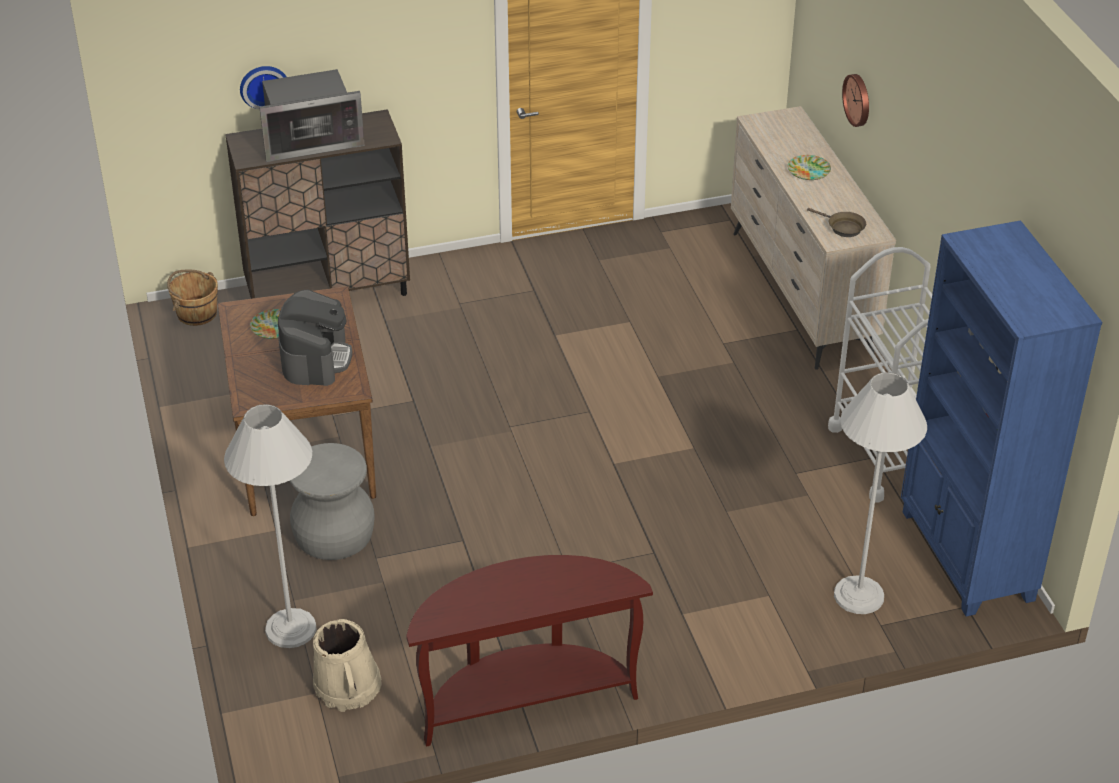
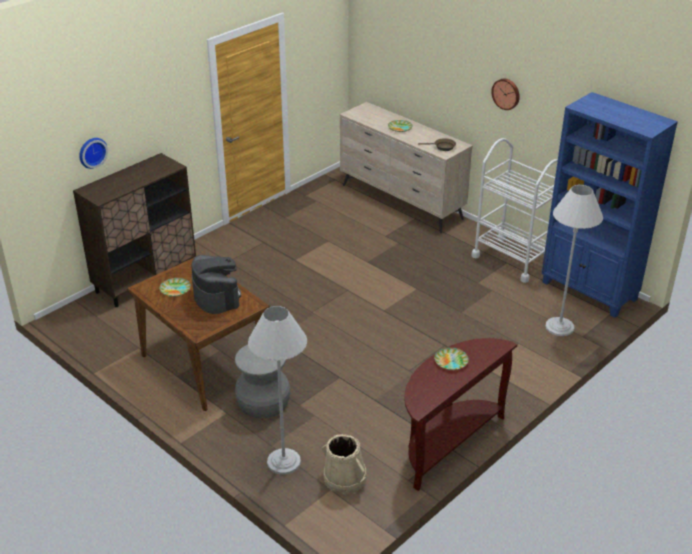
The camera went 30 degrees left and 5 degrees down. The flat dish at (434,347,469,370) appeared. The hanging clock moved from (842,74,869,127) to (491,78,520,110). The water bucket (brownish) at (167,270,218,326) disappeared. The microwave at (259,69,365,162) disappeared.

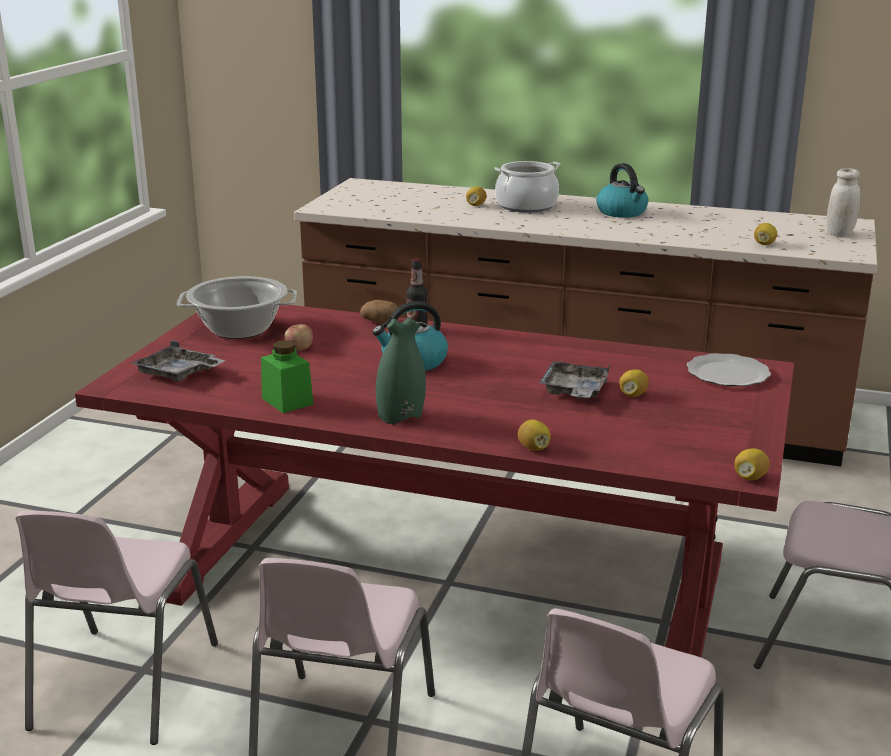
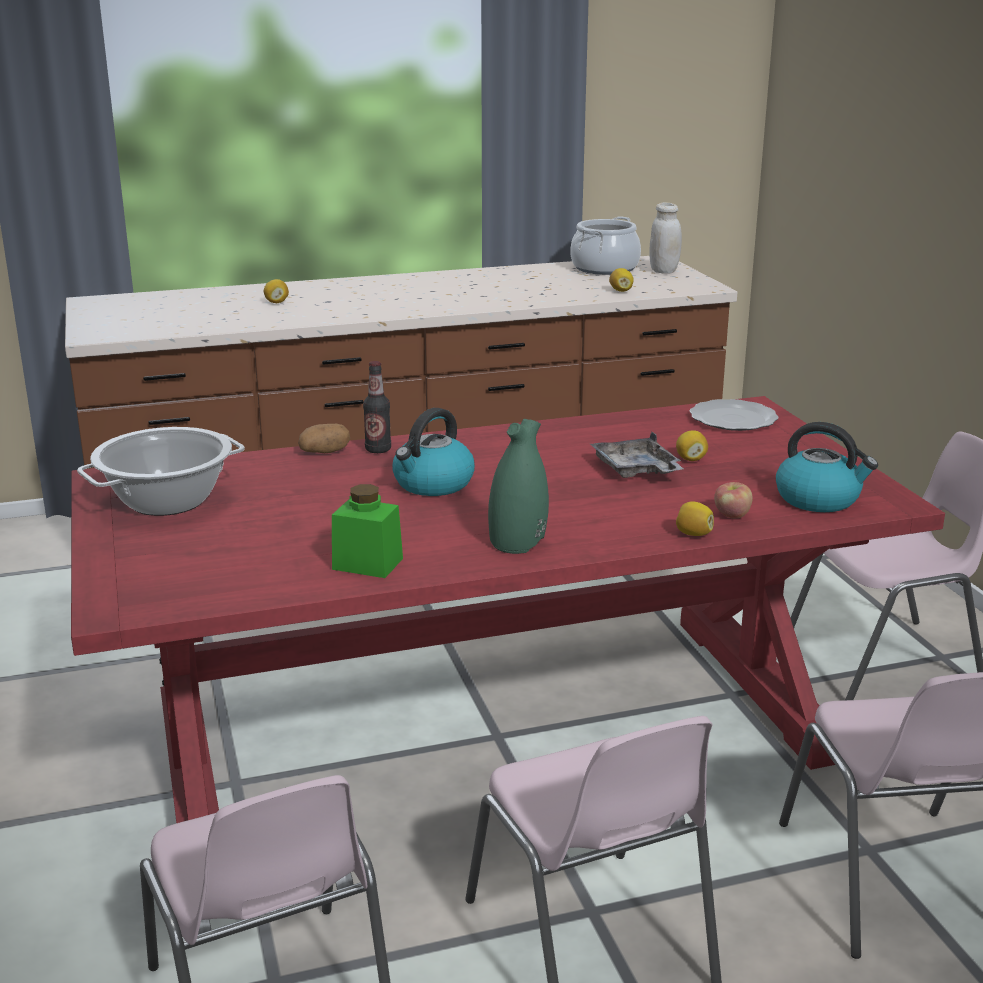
The camera went 35 degrees left and 0 degrees up. The saucepot moved from (494,161,561,213) to (570,217,641,275). The apple moved from (285,324,313,351) to (714,482,753,518). The tea kettle moved from (596,163,648,218) to (776,422,878,512). The serving tray (greyish) at (131,340,226,382) disappeared. The whole lemon at (734,448,770,480) disappeared.

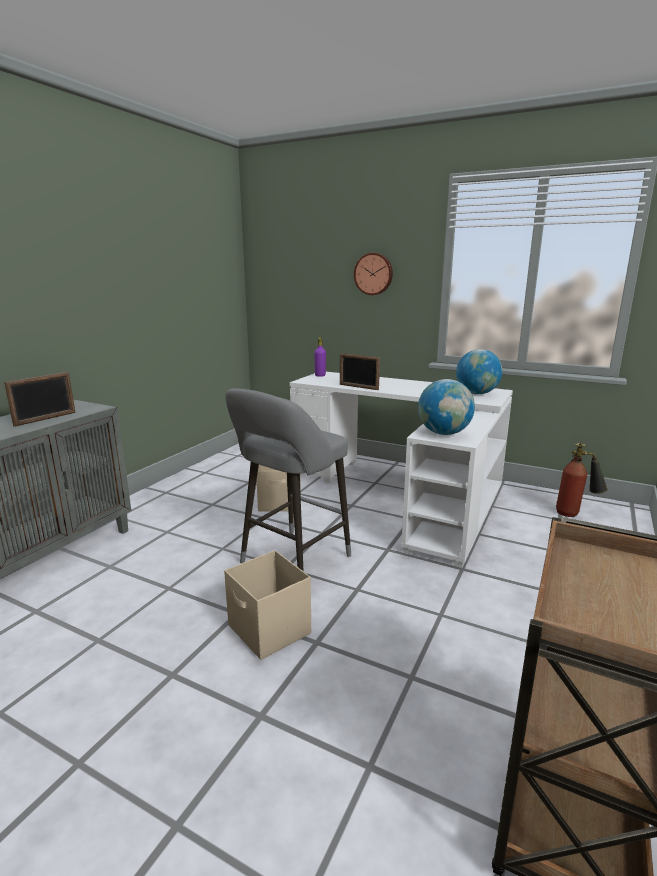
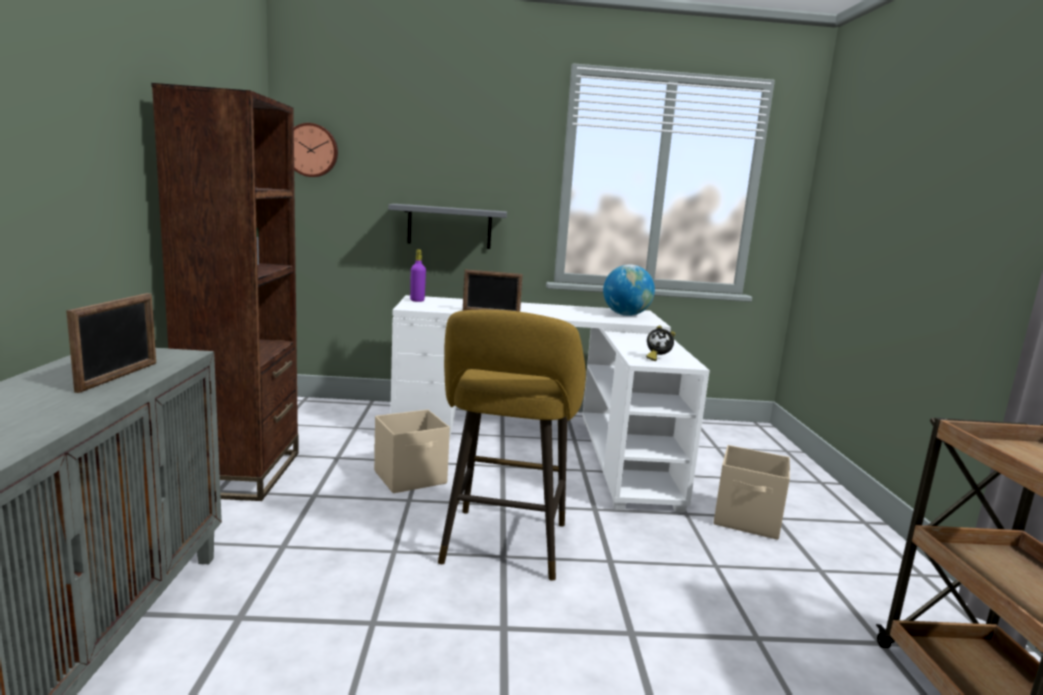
The camera went 30 degrees left and 5 degrees down. The shelving unit (brownish) at (151,83,299,501) appeared. The hanging clock moved from (354,253,393,295) to (294,123,338,177). The wall shelf (greyish) at (388,204,507,249) appeared. The stool seat (greyish) at (225,388,351,572) became the stool seat (yellow) at (438,310,586,581). The globe at (418,379,475,435) was replaced by the alarm clock at (646,325,675,361). The storage container (beige) moved from (224,550,311,660) to (714,445,790,540). The fire-fighting cylinder at (556,443,608,517) disappeared.

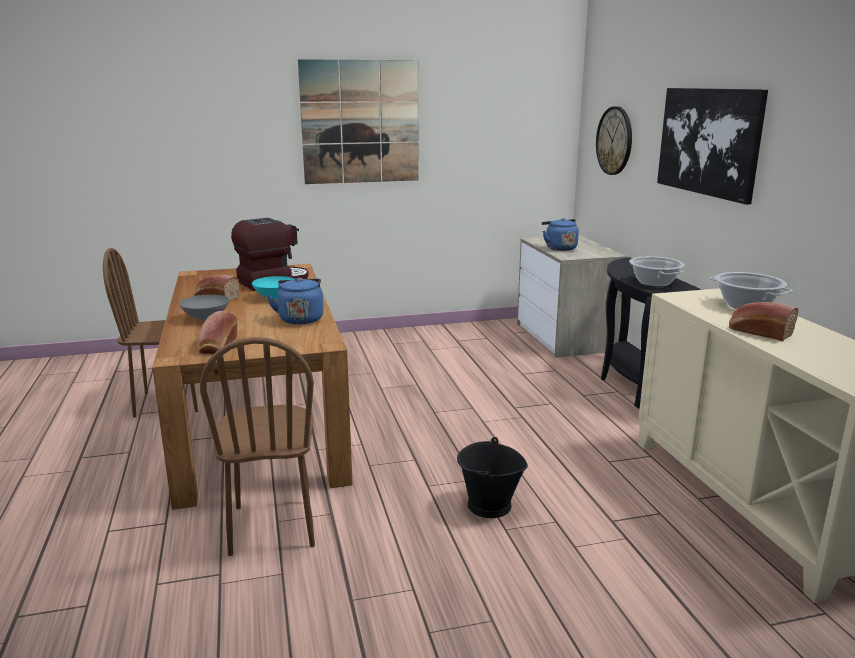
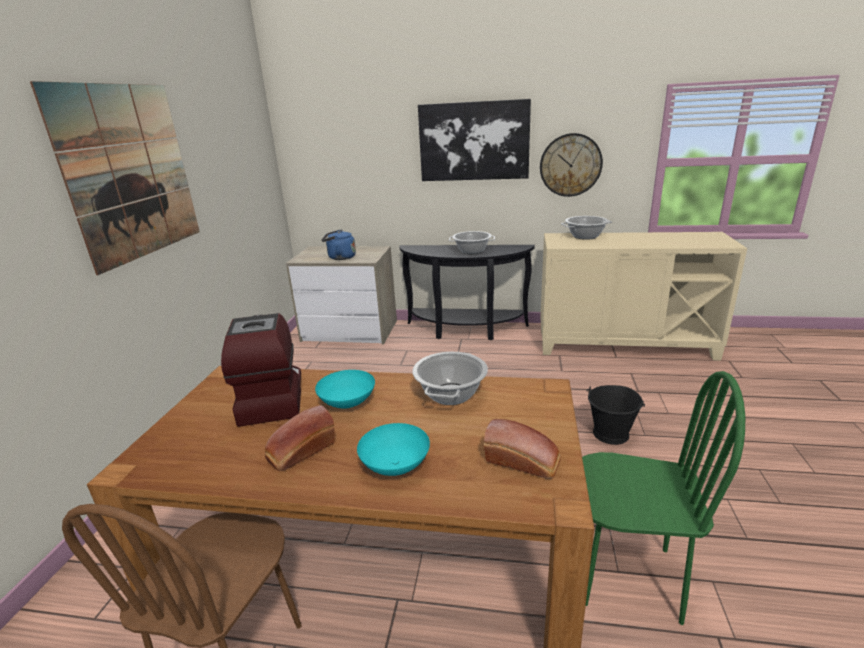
The camera went 65 degrees left and 5 degrees up. The deep dish (greyish) at (179,295,229,321) became the deep dish (blue-green) at (357,423,430,476). The tea kettle (blue-coloured) at (267,277,324,325) was replaced by the saucepot at (412,352,488,405). The hanging clock moved from (596,106,632,175) to (540,133,603,197). The plain chair (brownish) at (200,337,315,556) became the plain chair (greenish) at (582,371,745,625). The baked bread at (729,302,798,341) disappeared.

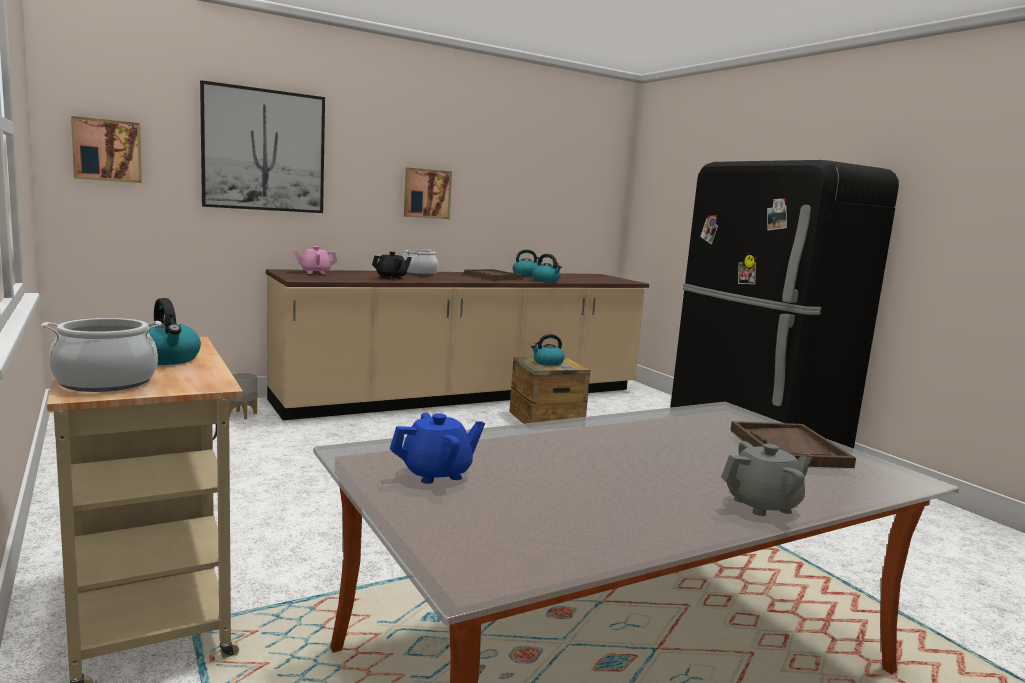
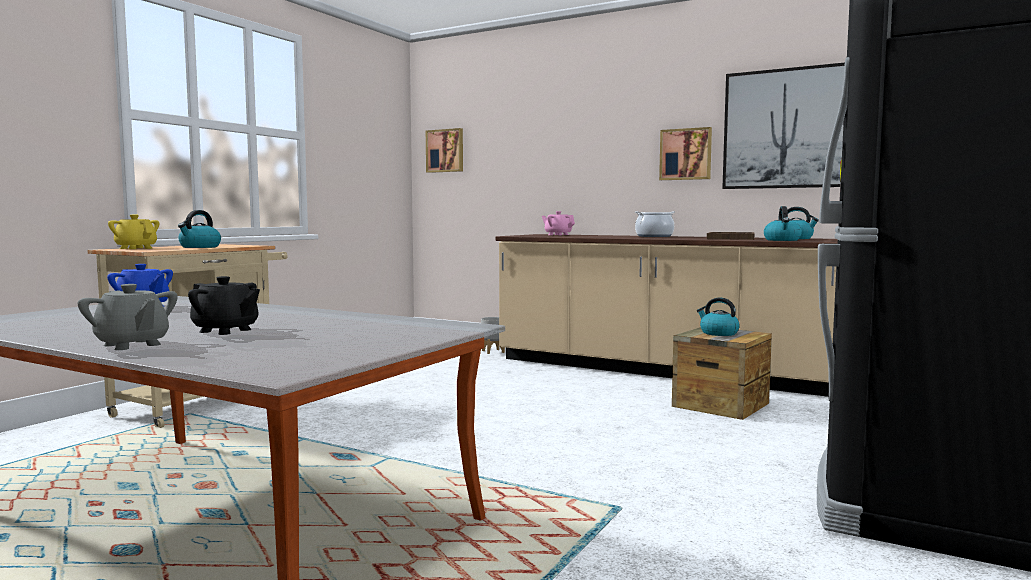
The camera went 60 degrees right and 5 degrees down. The saucepot at (41,318,162,392) was replaced by the tea pot (yellow) at (108,215,160,249). The tea pot (blackish) moved from (372,252,412,279) to (188,276,260,335). The wall art moved from (200,80,325,213) to (722,63,845,189). The serving tray (brownish) at (730,421,856,468) disappeared.

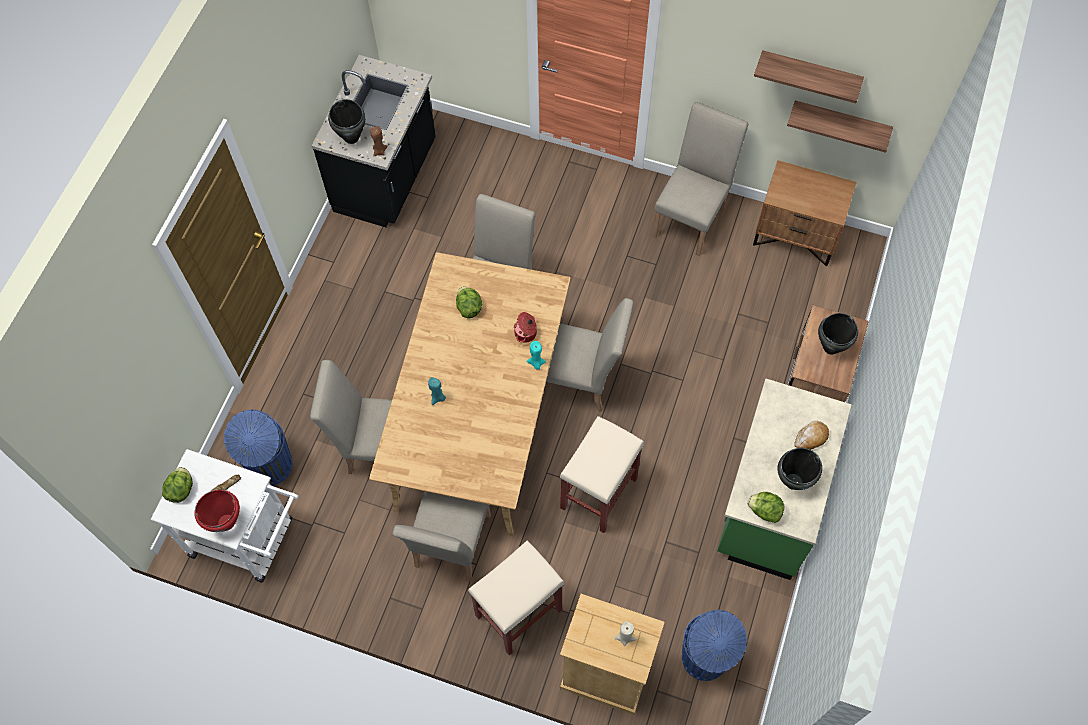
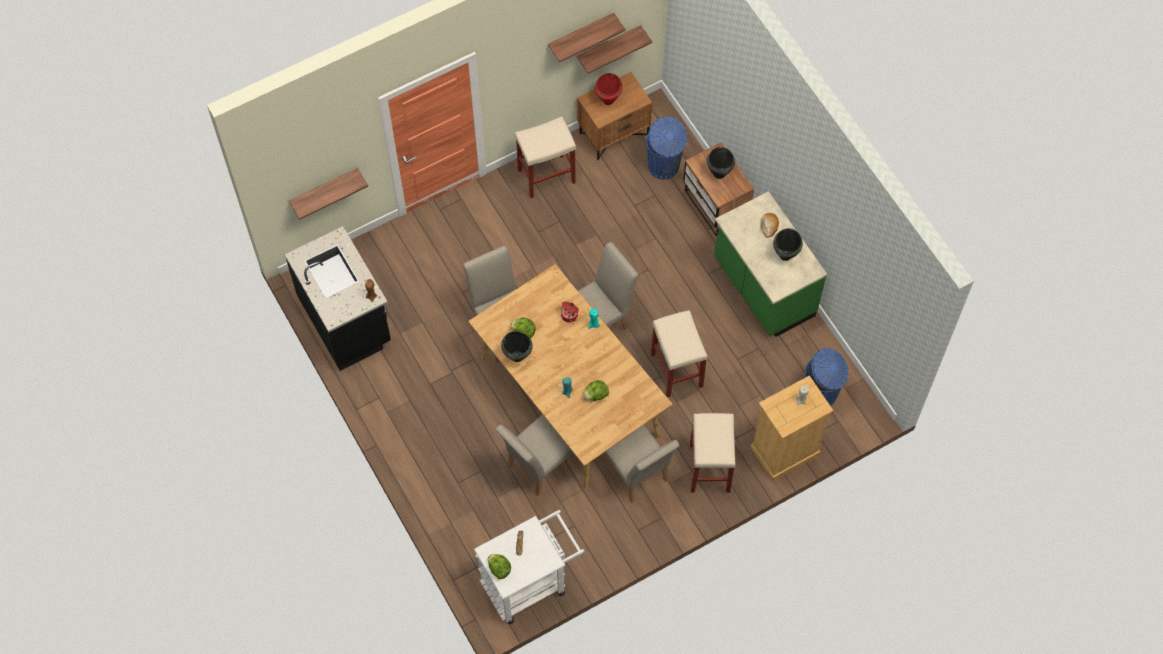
The camera went 50 degrees left and 0 degrees up. The wall shelf at (289,168,368,220) appeared. The saucepot (blackish) moved from (328,99,366,144) to (501,331,533,362). The plain chair (beige) at (653,102,748,256) was replaced by the stool seat (beige) at (515,117,576,198). The lettuce head moved from (747,492,784,523) to (583,380,609,401). The saucepot (red-coloured) moved from (194,490,240,532) to (595,73,622,105). The rubbish bin (blue-coloured) moved from (224,410,293,486) to (646,117,687,179).

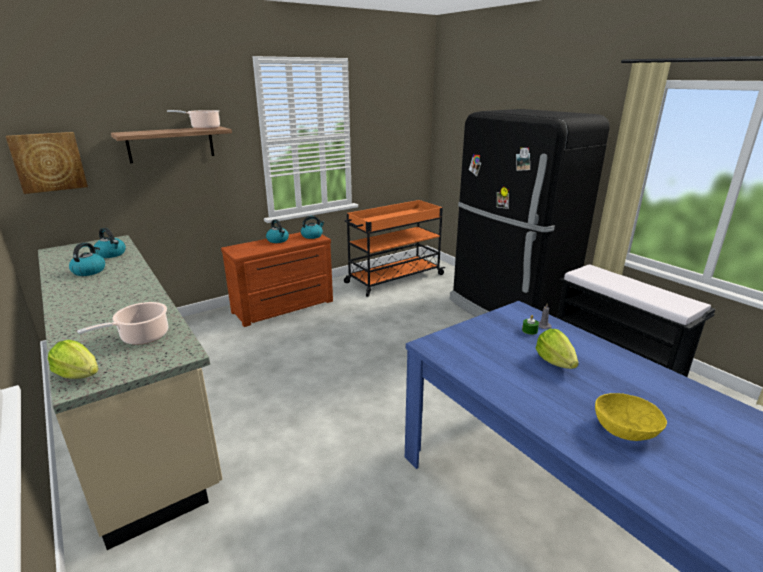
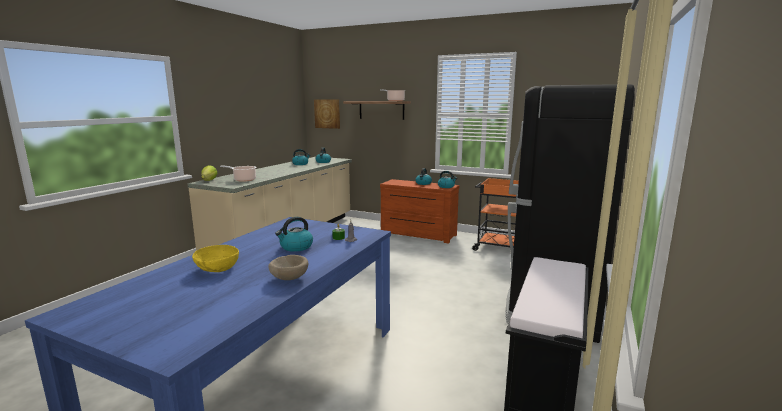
The camera went 60 degrees right and 10 degrees down. The deep dish (beige) at (268,255,308,280) appeared. The lettuce head at (535,328,579,369) was replaced by the tea kettle at (275,217,313,252).

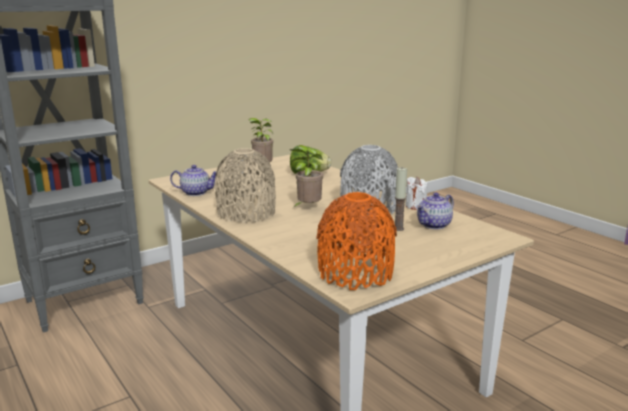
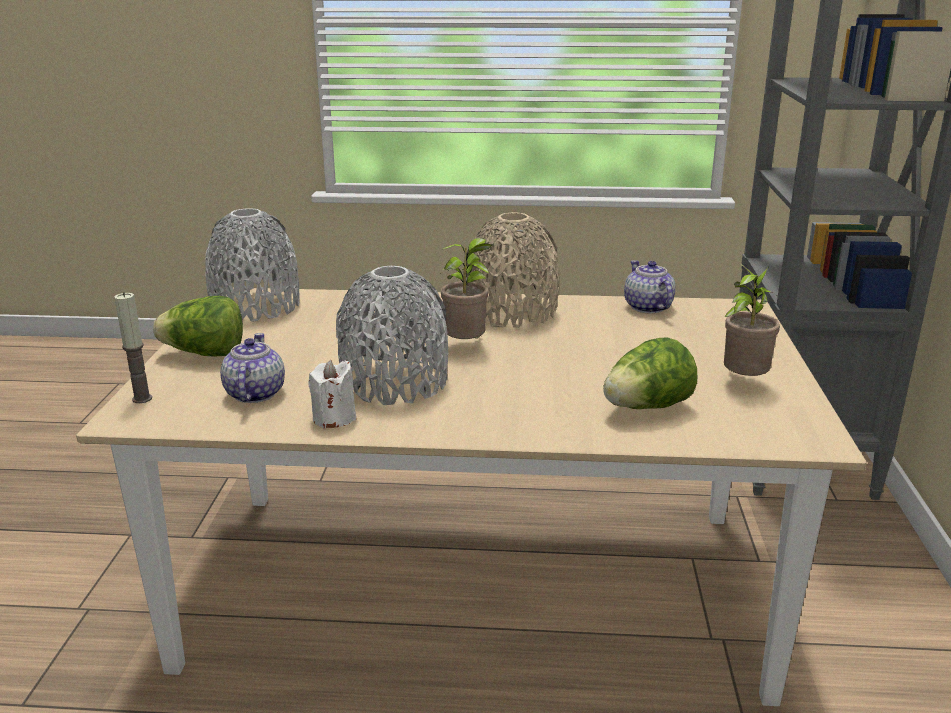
The camera went 130 degrees right and 5 degrees up. The wax light moved from (395,167,407,231) to (114,292,152,403). The lettuce head at (153,296,243,357) appeared. The vase (orange-coloured) at (316,192,397,290) became the vase (greyish) at (205,208,300,322). The tea pot at (170,165,216,196) turned 120 degrees clockwise.

